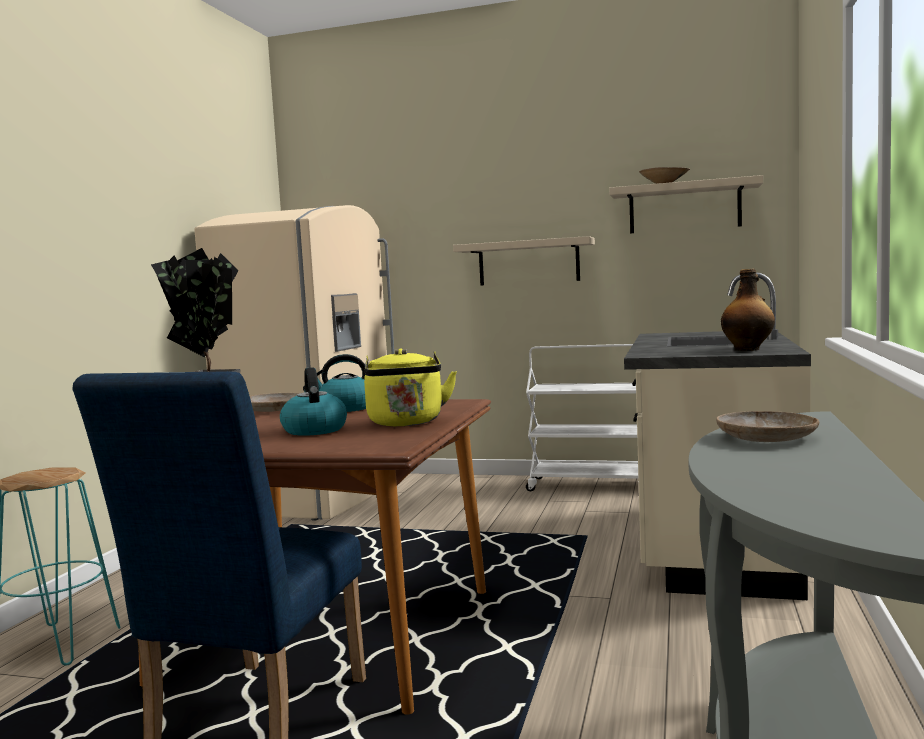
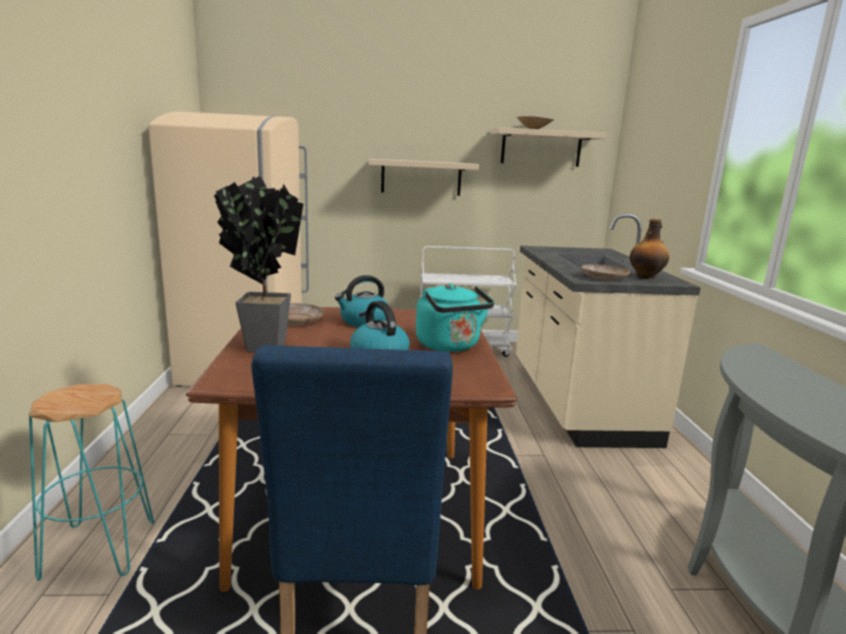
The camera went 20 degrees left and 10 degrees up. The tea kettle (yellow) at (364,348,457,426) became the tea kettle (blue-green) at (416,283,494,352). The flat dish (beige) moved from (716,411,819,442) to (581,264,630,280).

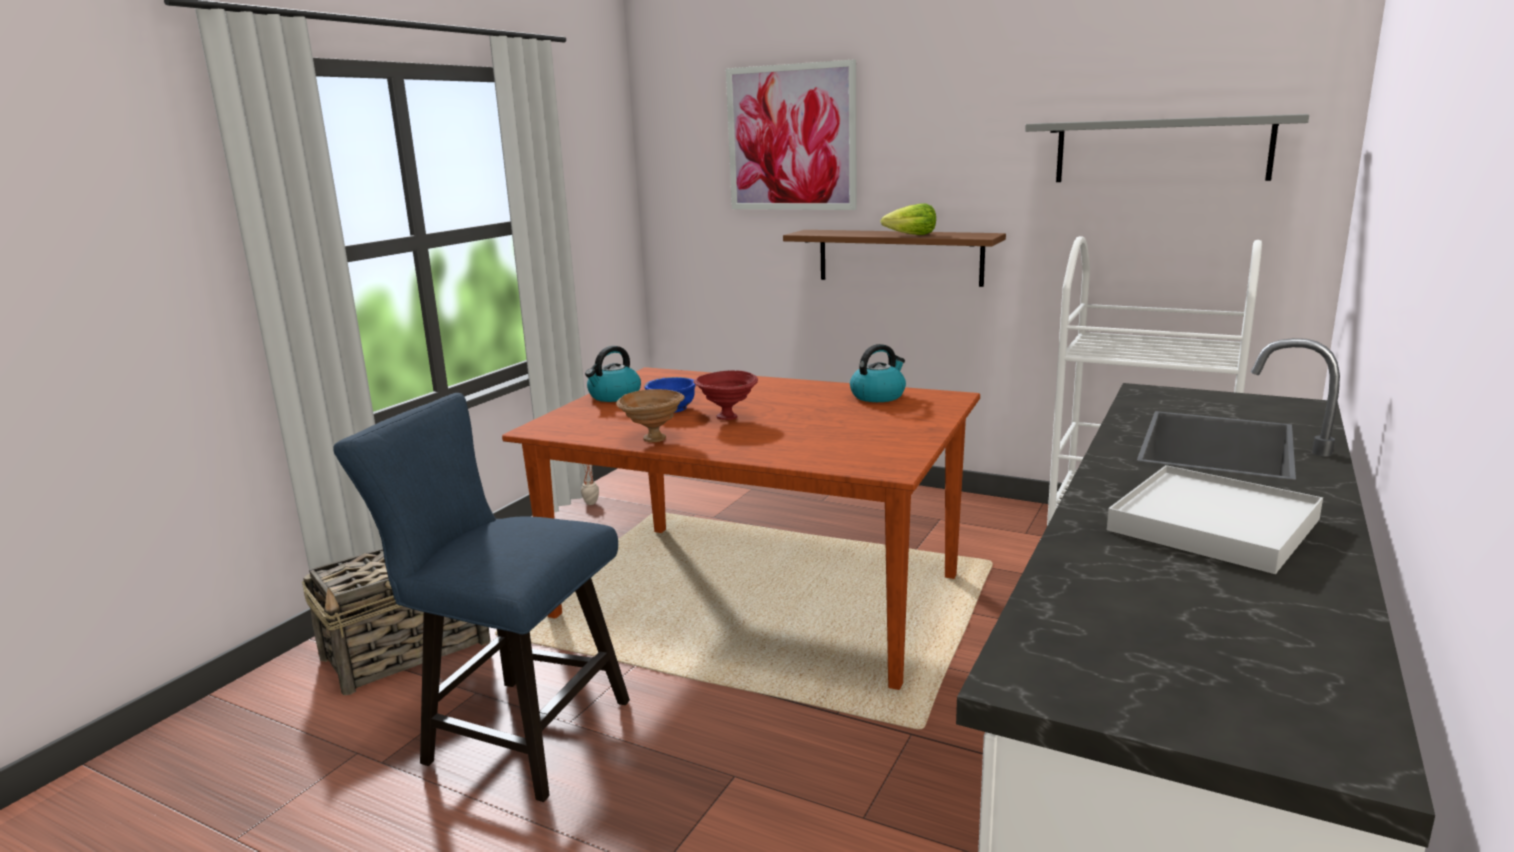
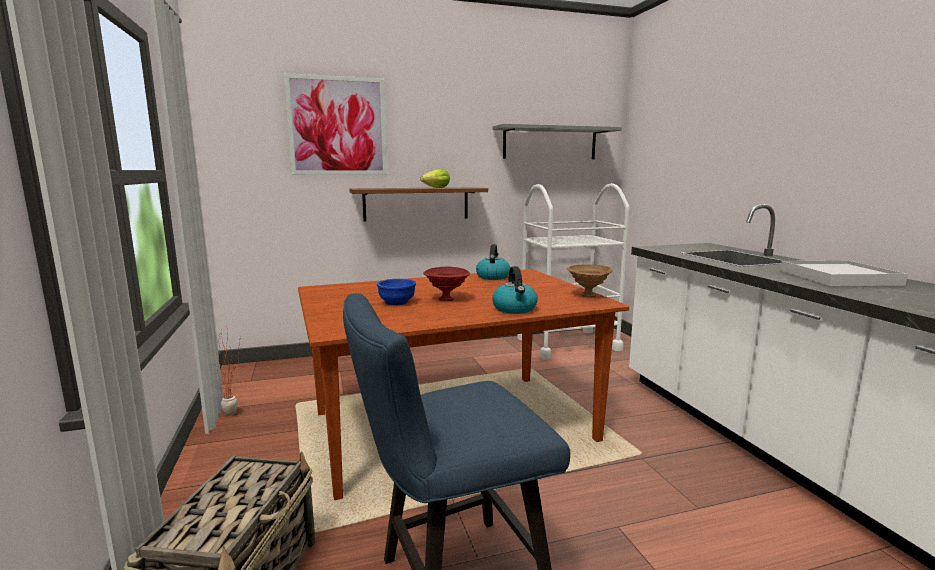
The camera went 45 degrees left and 5 degrees down. The tea kettle moved from (585,346,641,402) to (492,266,538,314). The deep dish (brownish) moved from (616,389,685,442) to (567,265,613,297).

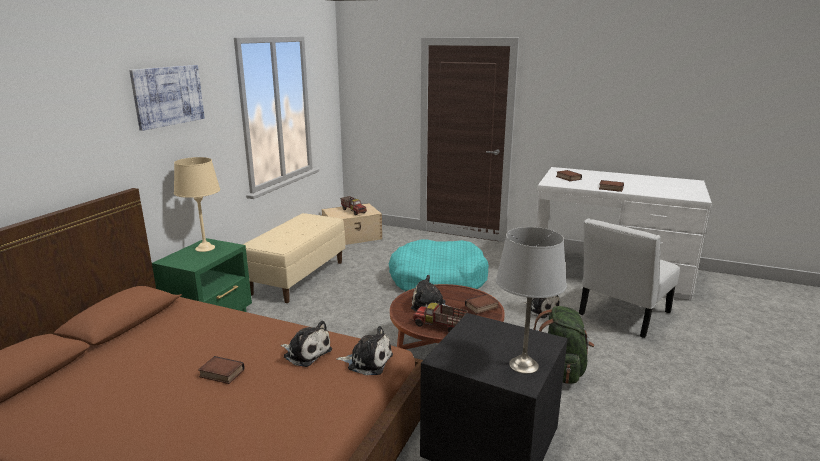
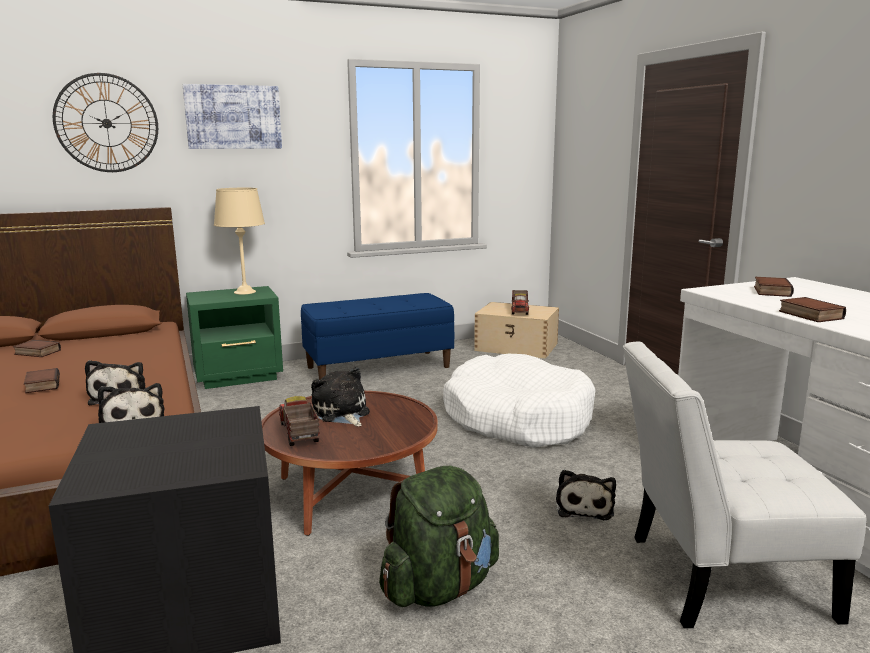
The camera went 45 degrees right and 5 degrees down. The bound book moved from (465,294,499,314) to (13,340,61,357). The hanging clock at (53,73,158,172) appeared. The long seat (beige) at (243,213,345,303) became the long seat (blue-coloured) at (301,293,455,379). The dog bed (blue-green) at (389,240,489,291) became the dog bed (whitish) at (443,354,596,448). The table lamp (greyish) at (496,227,567,374) disappeared.

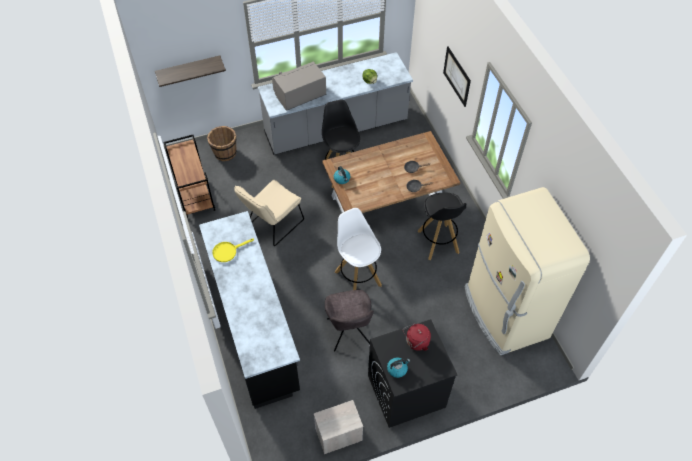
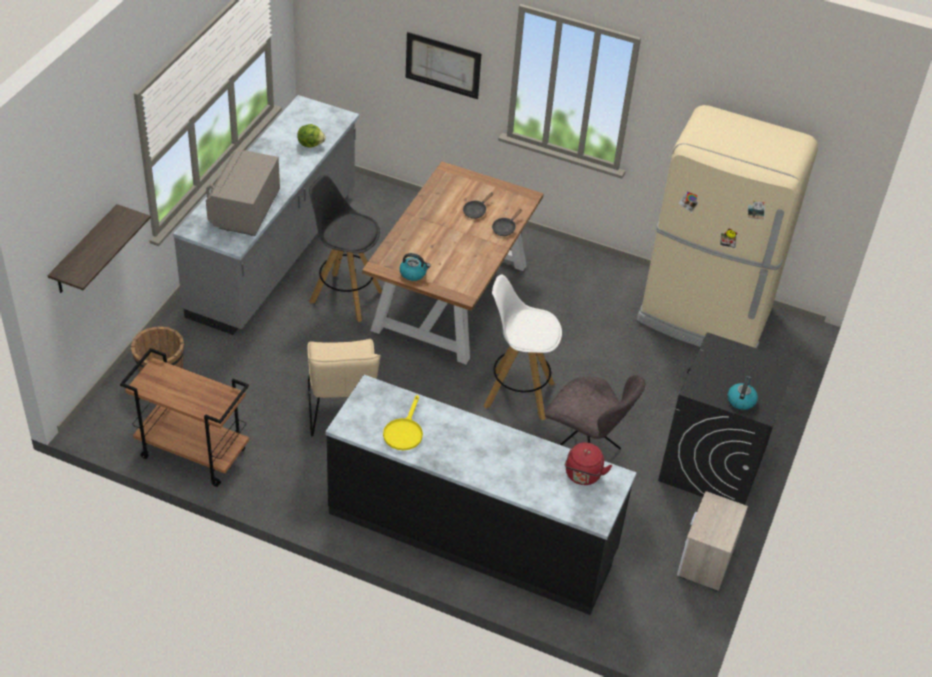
The camera went 50 degrees left and 10 degrees down. The tea kettle (red-coloured) moved from (403,323,431,351) to (565,443,612,485). The stool seat (blackish) at (417,192,466,260) disappeared.

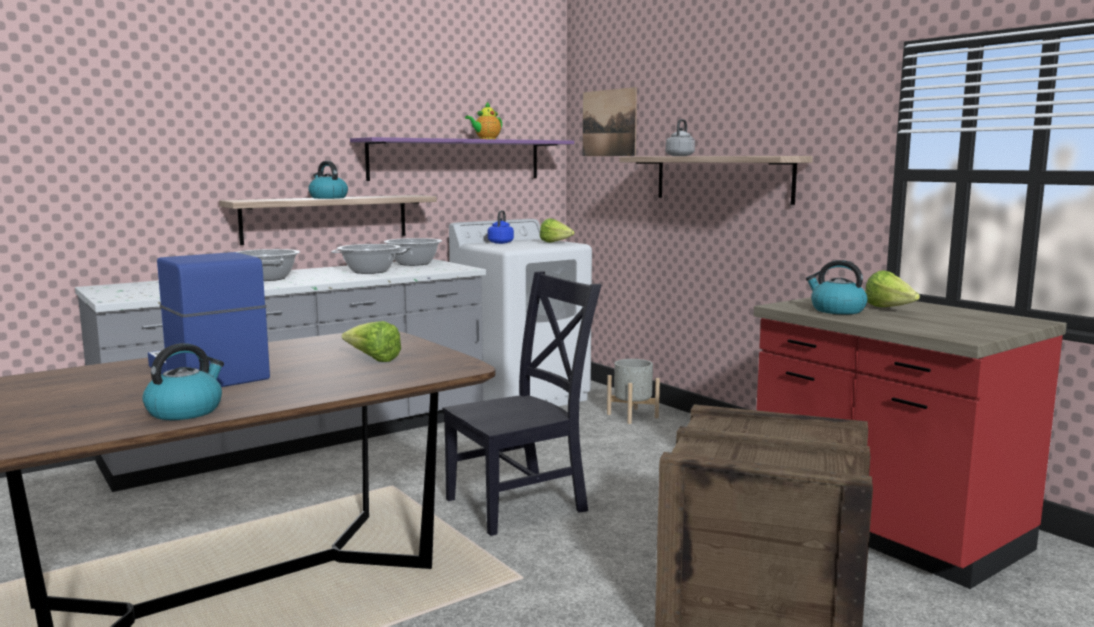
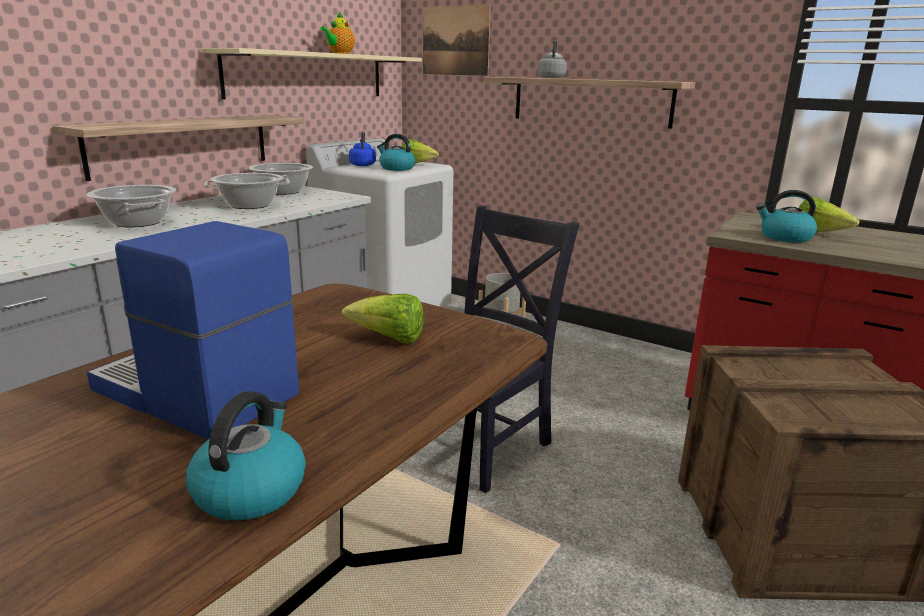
The camera went 20 degrees left and 10 degrees up. The wall shelf (purple) at (350,137,574,181) became the wall shelf (beige) at (201,48,422,100). The tea kettle moved from (308,161,348,199) to (377,134,415,171).

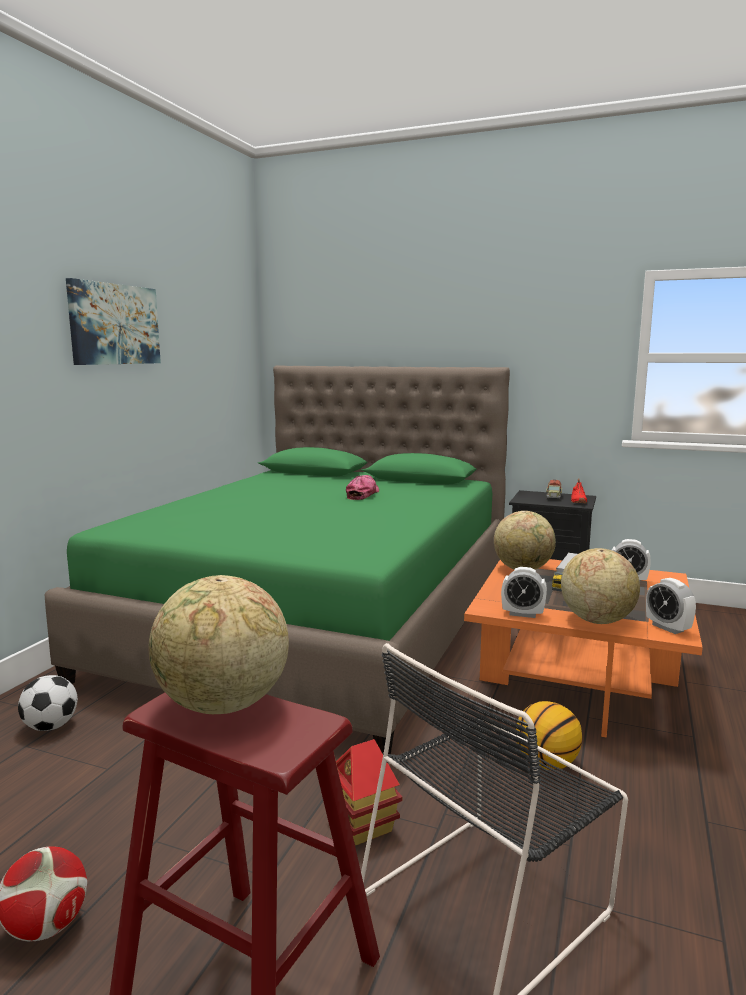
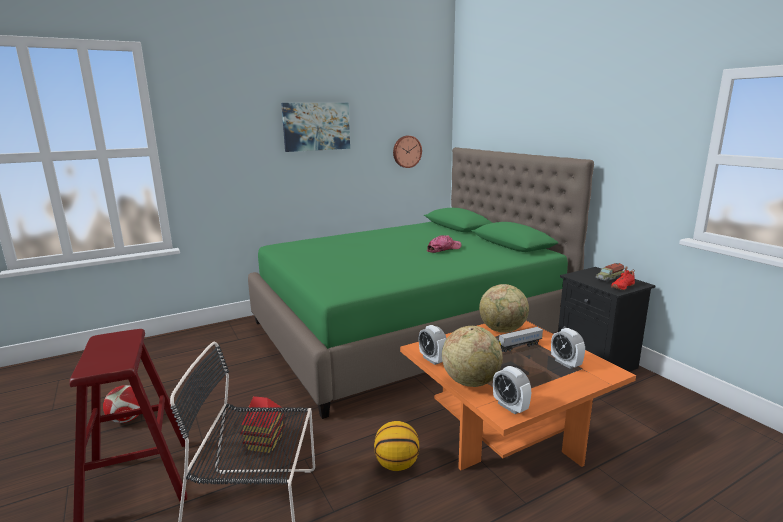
The camera went 40 degrees right and 5 degrees up. The hanging clock at (393,136,422,168) appeared. The alarm clock at (646,578,696,634) turned 45 degrees counterclockwise. The ball for football at (18,675,78,731) disappeared. The globe at (149,575,289,714) disappeared.

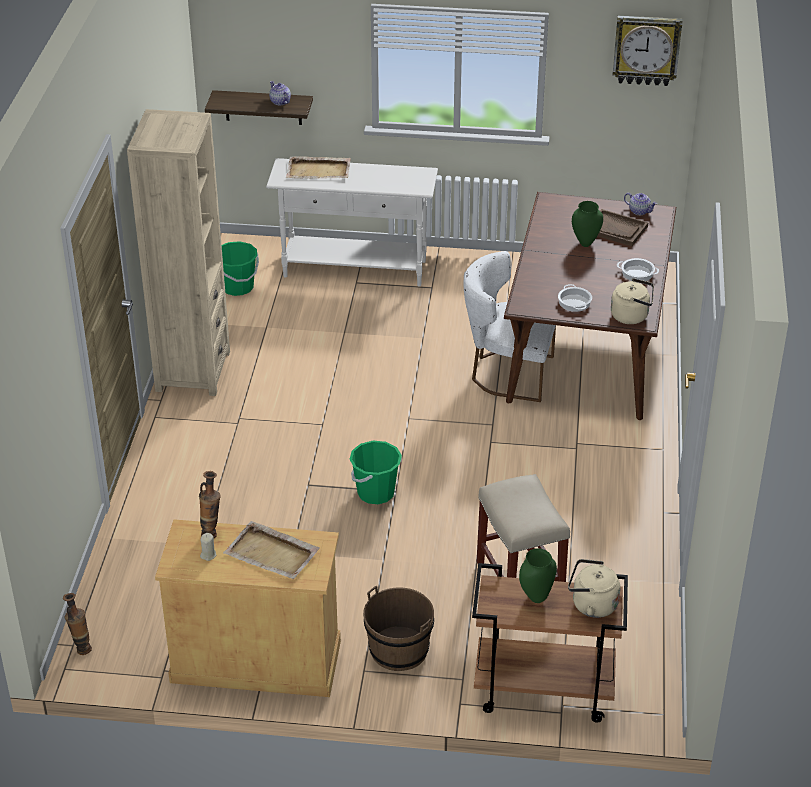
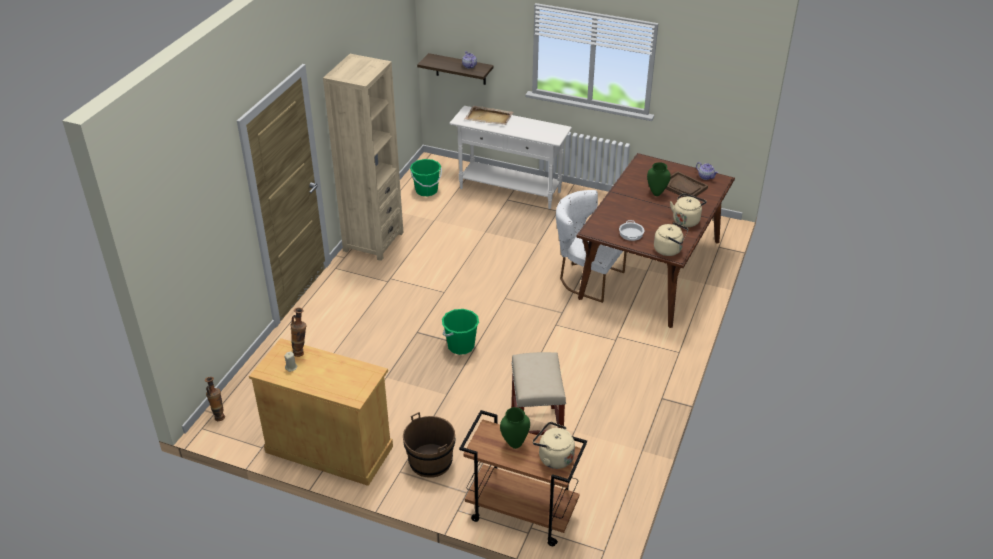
The camera went 15 degrees right and 0 degrees up. The saucepot at (617,258,659,281) was replaced by the tea kettle (beige) at (670,193,707,227). The serving tray (beige) at (223,521,320,579) disappeared. The hanging clock at (613,16,682,86) disappeared.

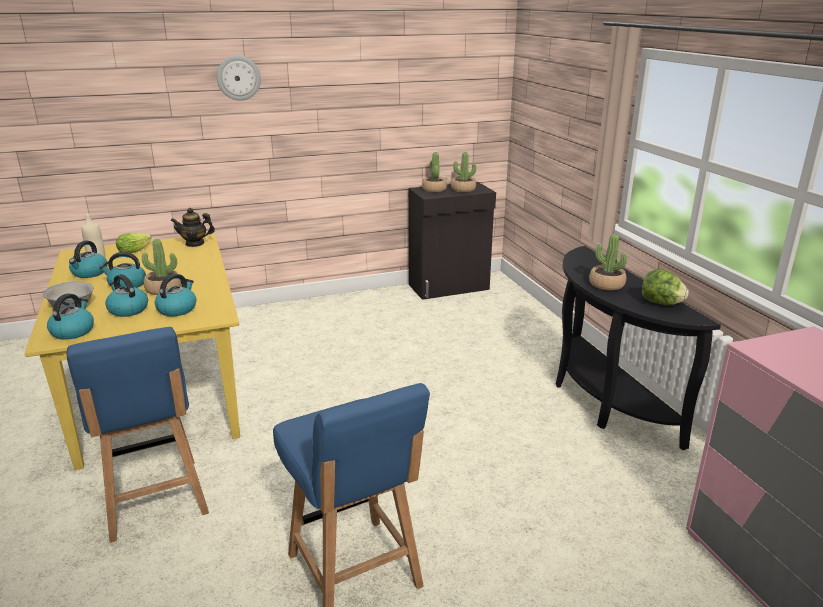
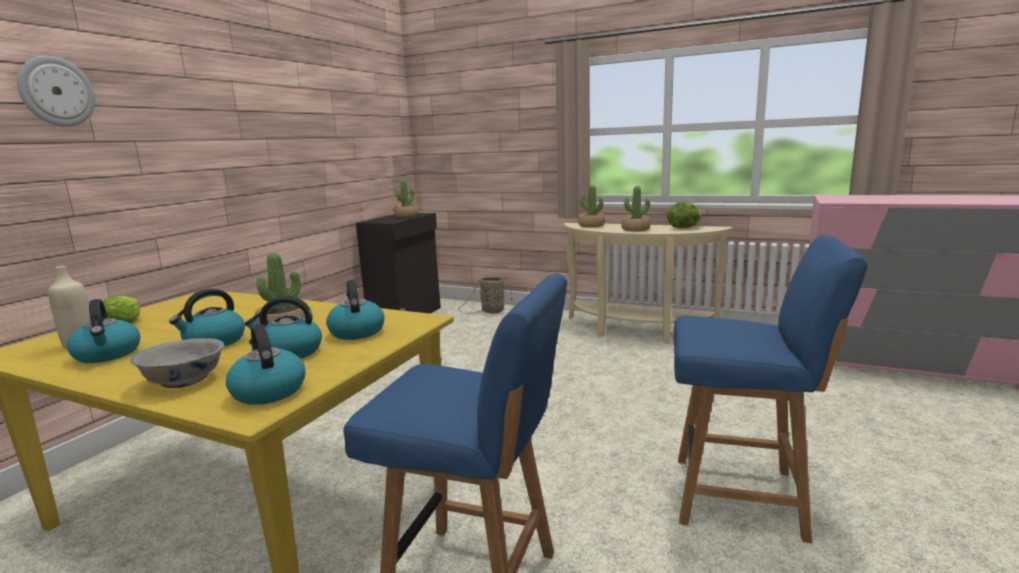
The camera went 45 degrees left and 10 degrees down. The hanging clock moved from (217,55,261,101) to (17,56,95,127). The basket at (458,277,516,314) appeared. The narrow table (blackish) at (555,246,721,450) became the narrow table (beige) at (564,223,733,344). The potted plant moved from (422,152,447,192) to (578,185,605,227). The tea pot at (170,208,215,247) disappeared.

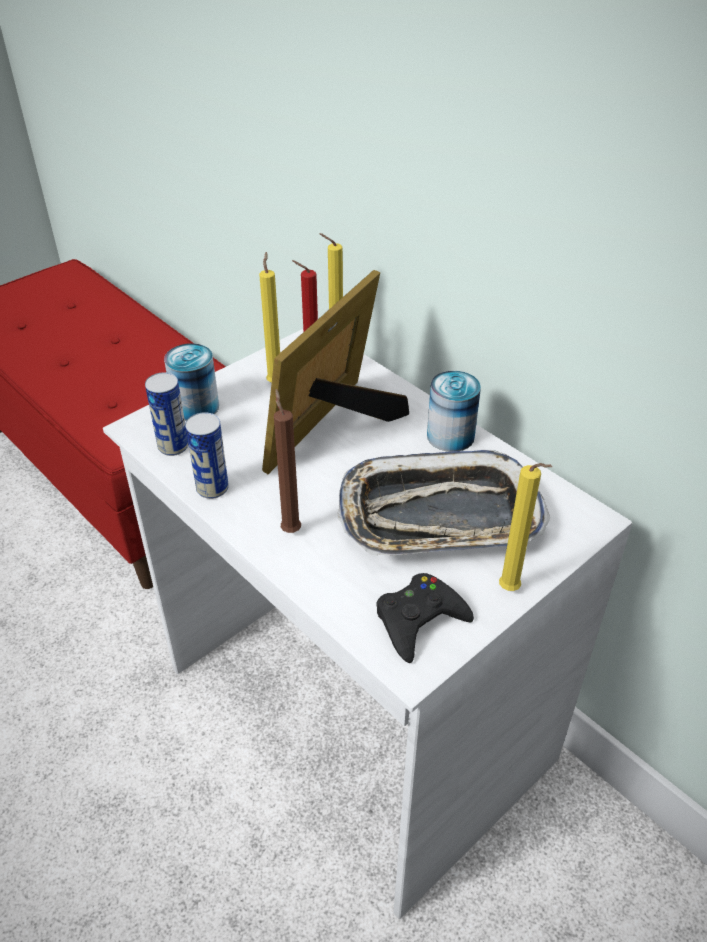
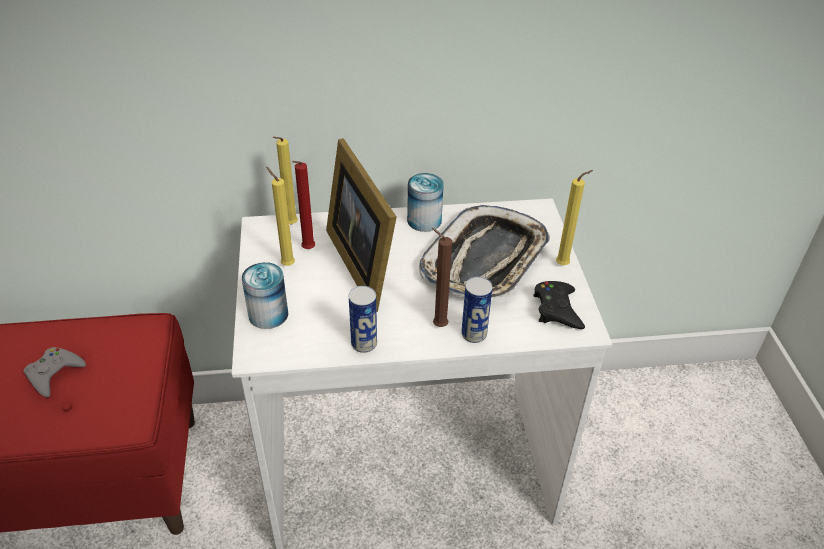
The camera went 55 degrees left and 0 degrees up. The joypad (greyish) at (24,347,86,398) appeared. The sealed can moved from (145,372,188,456) to (461,277,493,343).

